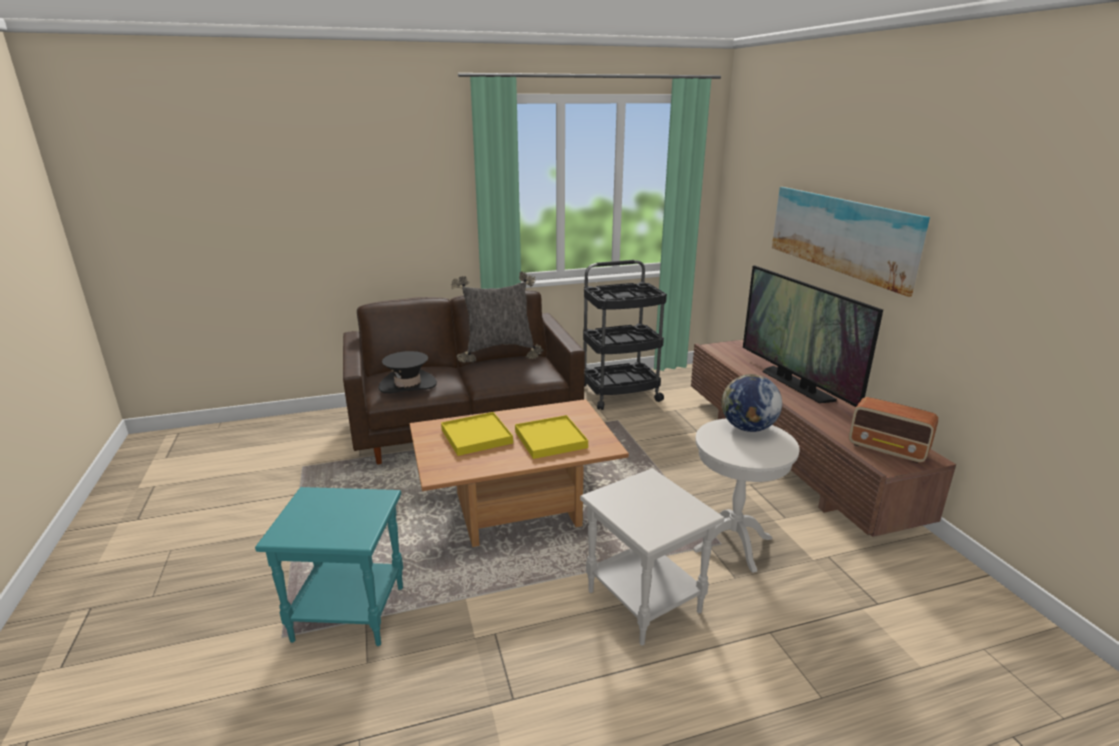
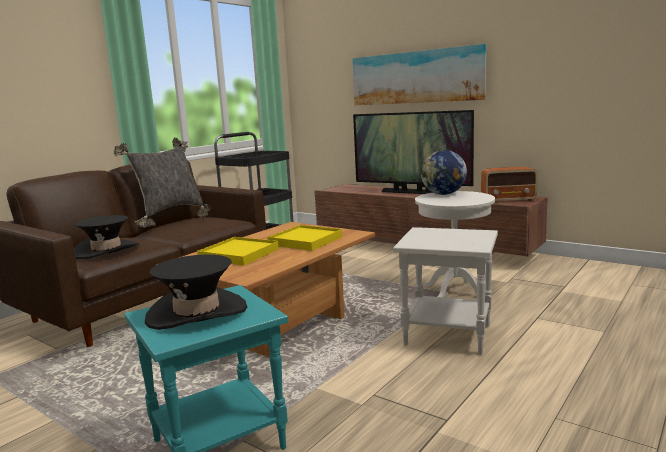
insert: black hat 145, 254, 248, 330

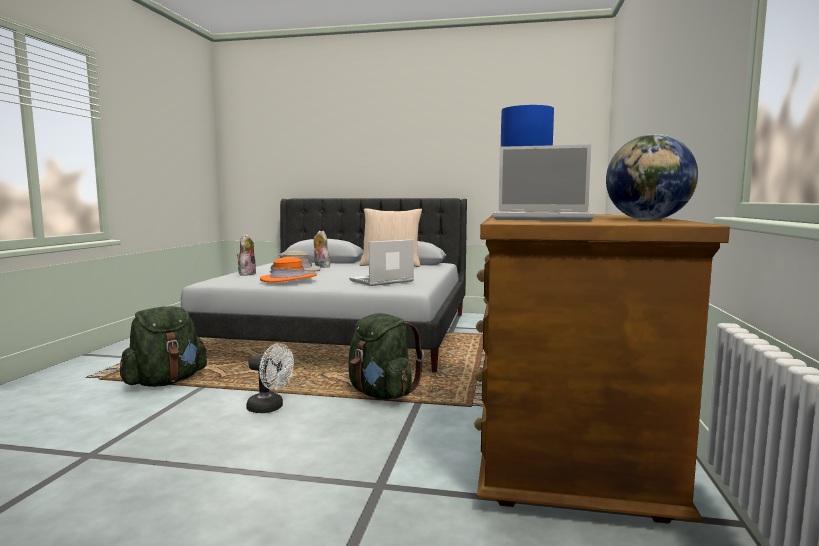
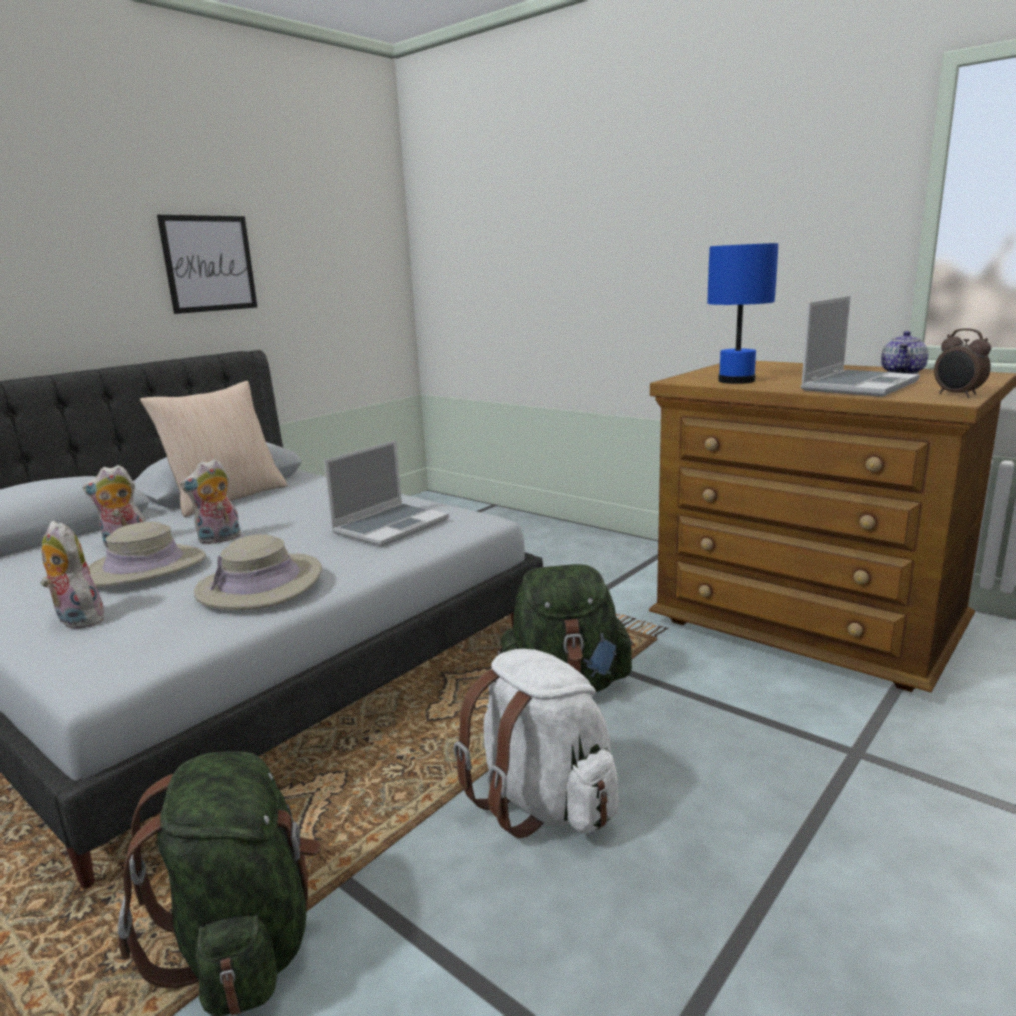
insert: picture 157, 215, 258, 314; plush toy 180, 459, 241, 545; alarm clock 934, 328, 991, 398
replace: white fan 246, 343, 294, 413 to white backpack 454, 649, 618, 838; globe 606, 134, 698, 220 to teapot 881, 331, 929, 374
recolor: orange hat 260, 257, 317, 283 to beige hat 194, 534, 322, 610
rotate: laptop 349, 239, 414, 286 = 324, 440, 449, 547 135 degrees counterclockwise

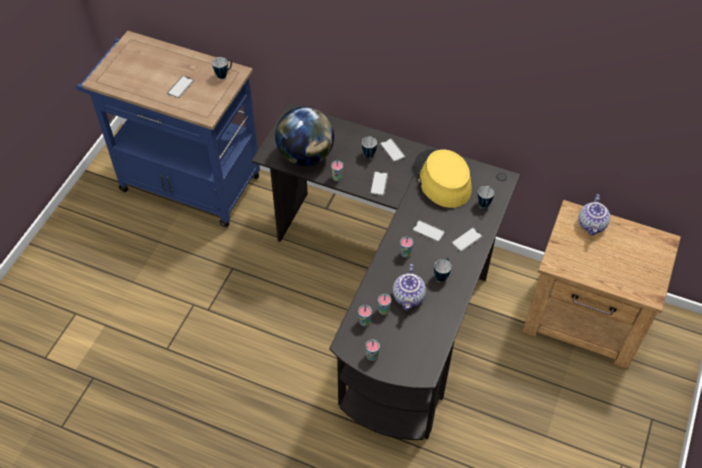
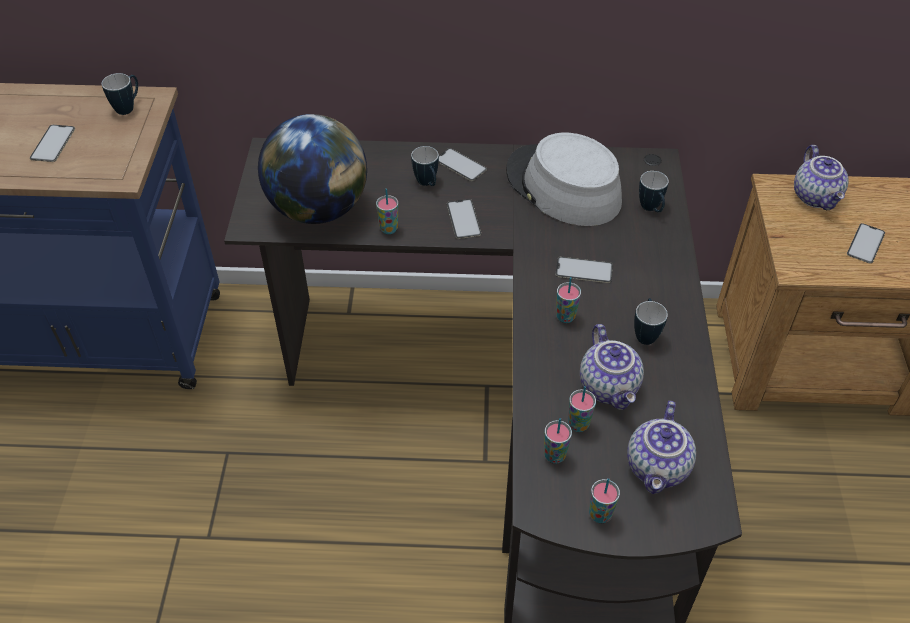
insert: teapot 627, 401, 696, 494
move: phone 451, 227, 483, 252 to 847, 223, 885, 264
recolor: yellow hat 413, 149, 472, 208 to grey hat 506, 132, 622, 226

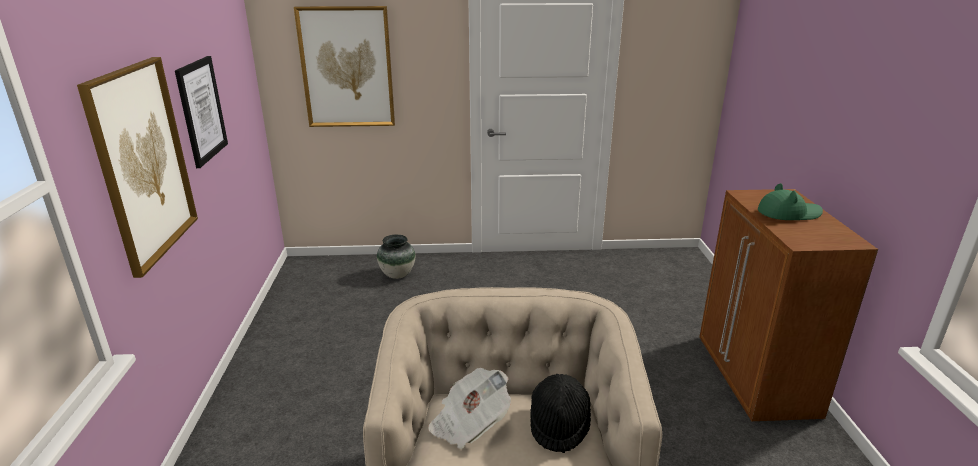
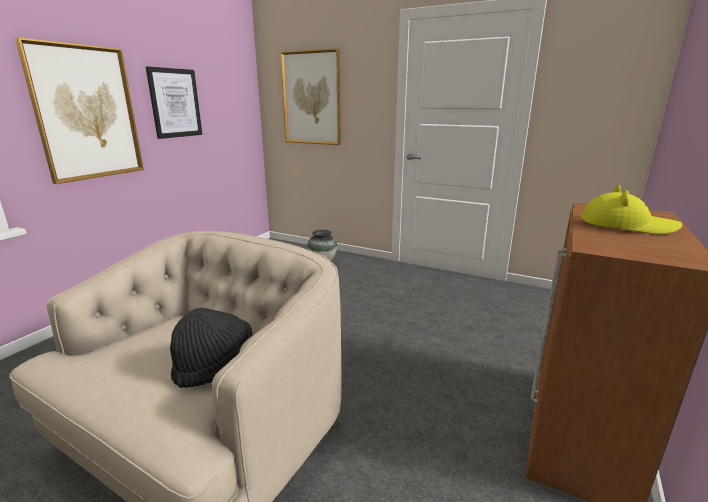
delete: newspaper 428, 368, 511, 449
recolor: green hat 758, 183, 823, 220 to yellow hat 581, 185, 682, 235

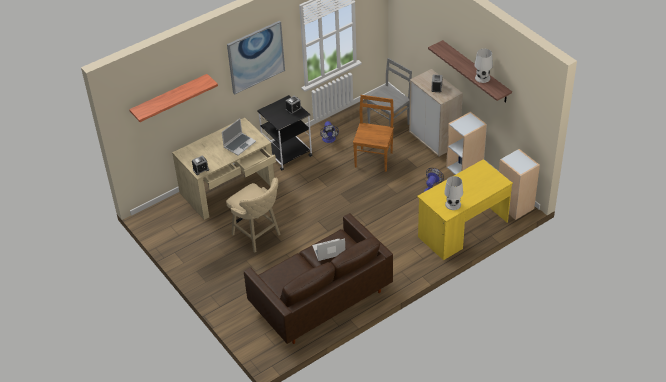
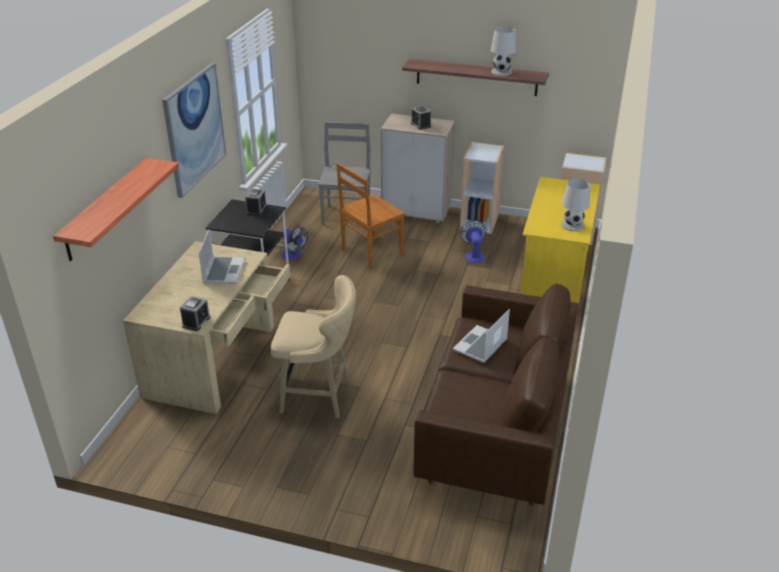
rotate: brown chair 353, 95, 394, 172 = 336, 163, 405, 269 105 degrees counterclockwise

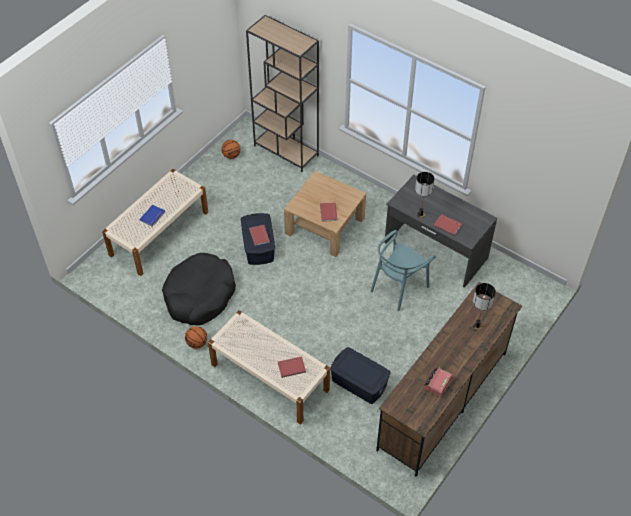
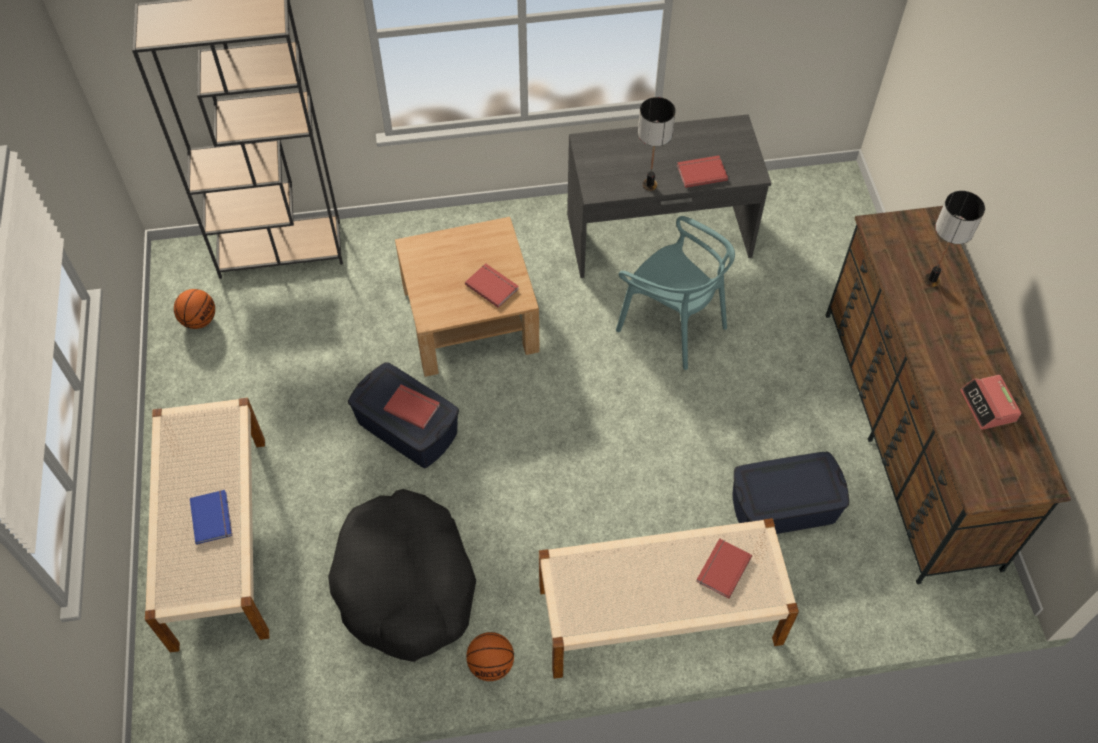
rotate: turquoise chair 371, 230, 436, 311 = 616, 216, 735, 370 45 degrees counterclockwise

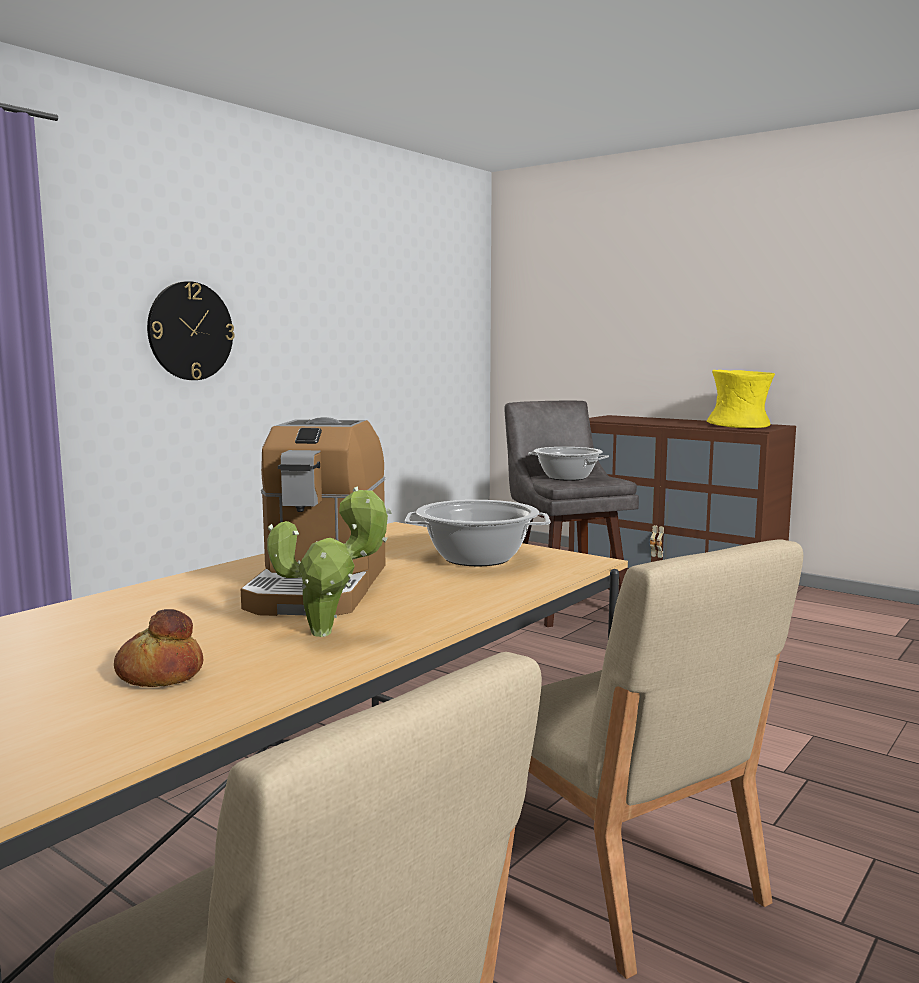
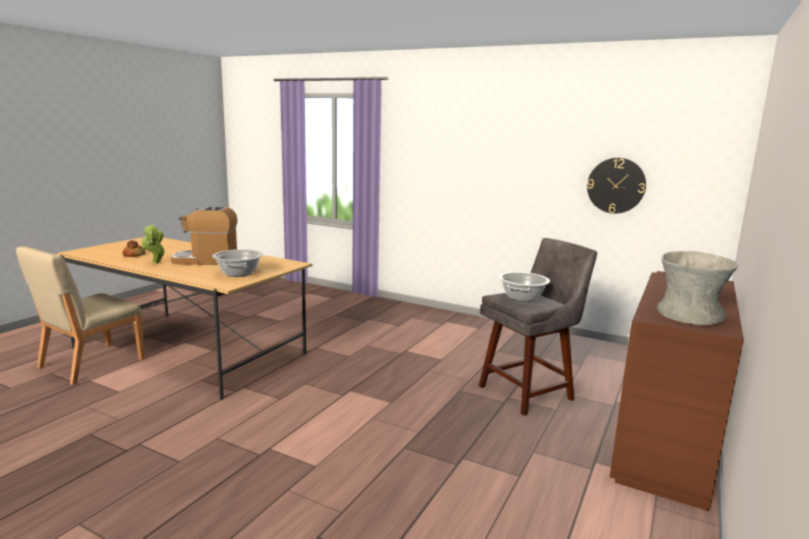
delete: beige chair 528, 539, 803, 979
move: wall clock 147, 281, 235, 380 to 587, 158, 646, 214
recolor: yellow vase 707, 370, 775, 428 to grey vase 657, 251, 738, 325

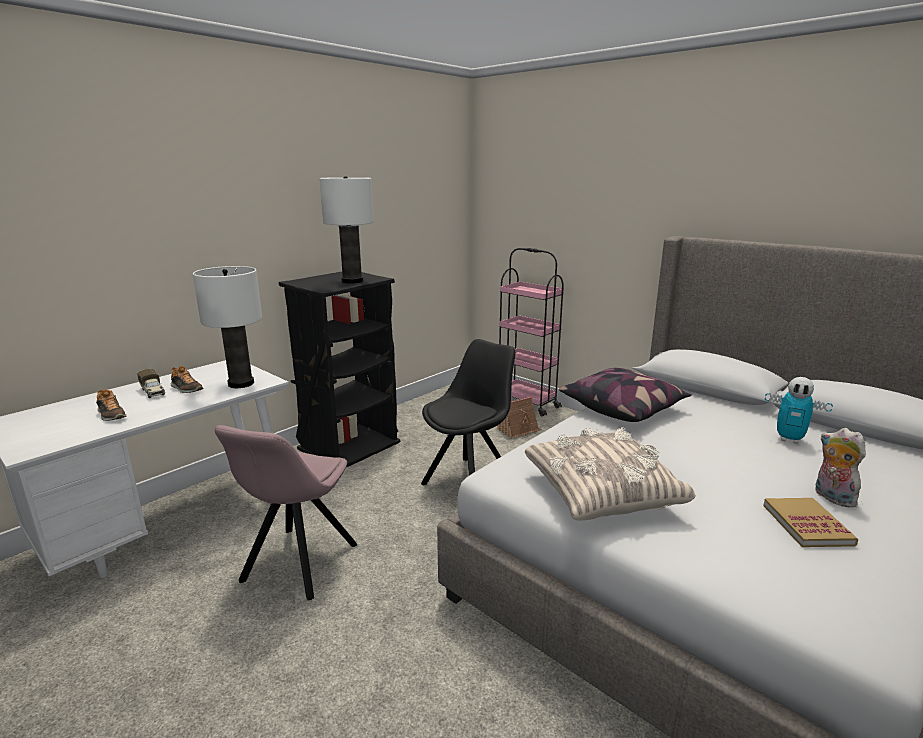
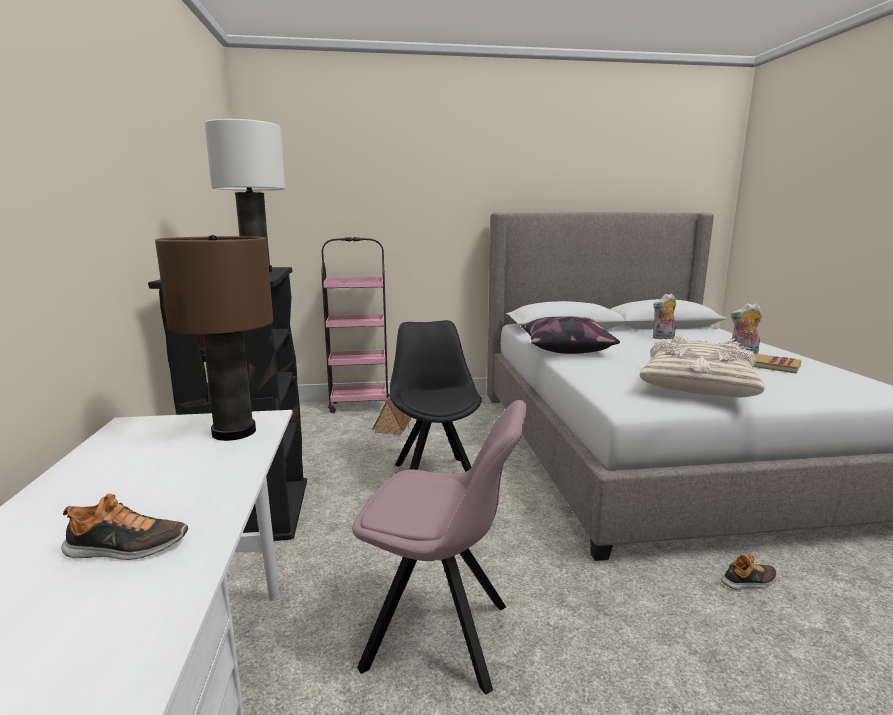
delete: toy truck 137, 369, 166, 398
move: shoe 171, 366, 203, 393 to 721, 554, 776, 590
replace: toy robot 765, 377, 833, 444 to plush toy 653, 293, 676, 339
recolor: white table lamp 193, 266, 262, 388 to brown table lamp 155, 235, 273, 441
rotate: pink chair 215, 425, 357, 600 = 352, 400, 527, 694 45 degrees counterclockwise

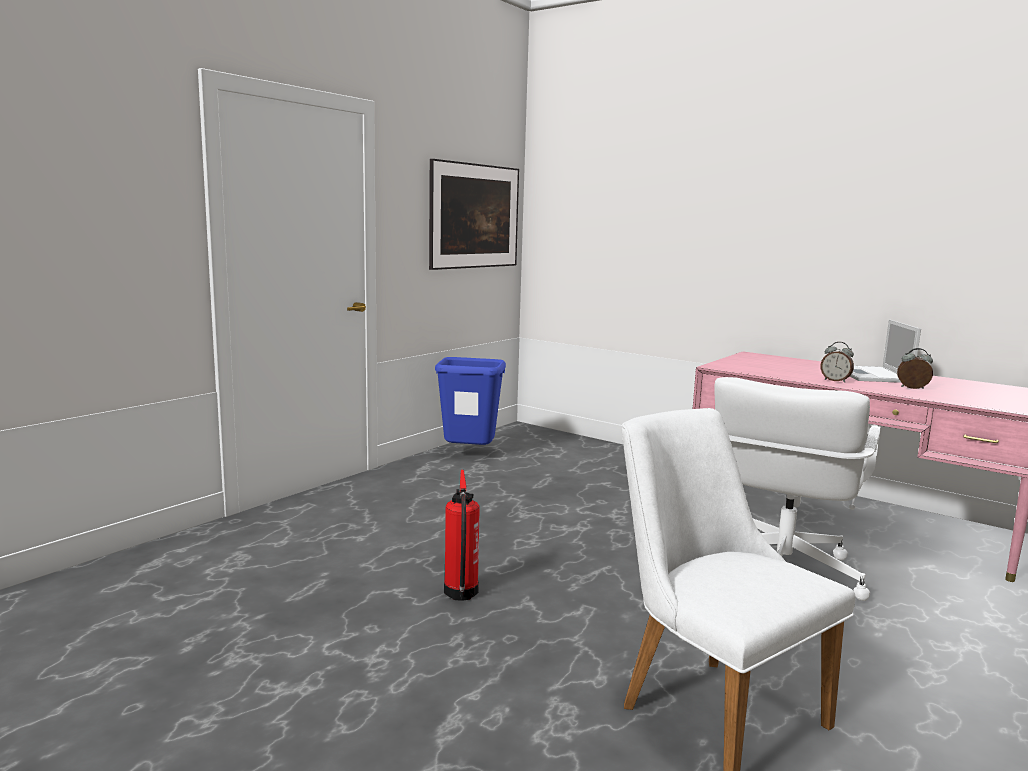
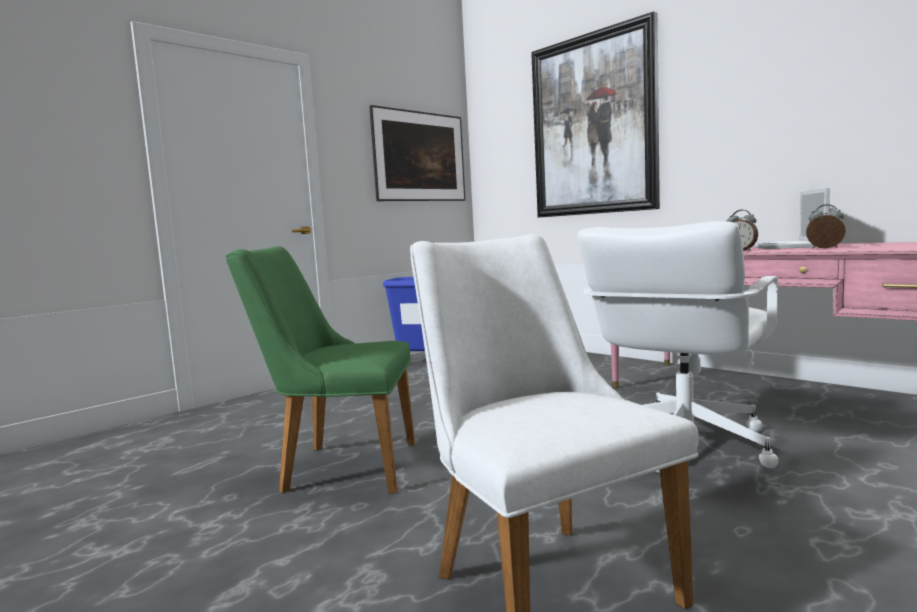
insert: picture 531, 12, 660, 217
replace: fire extinguisher 444, 470, 480, 601 to green chair 226, 246, 415, 493

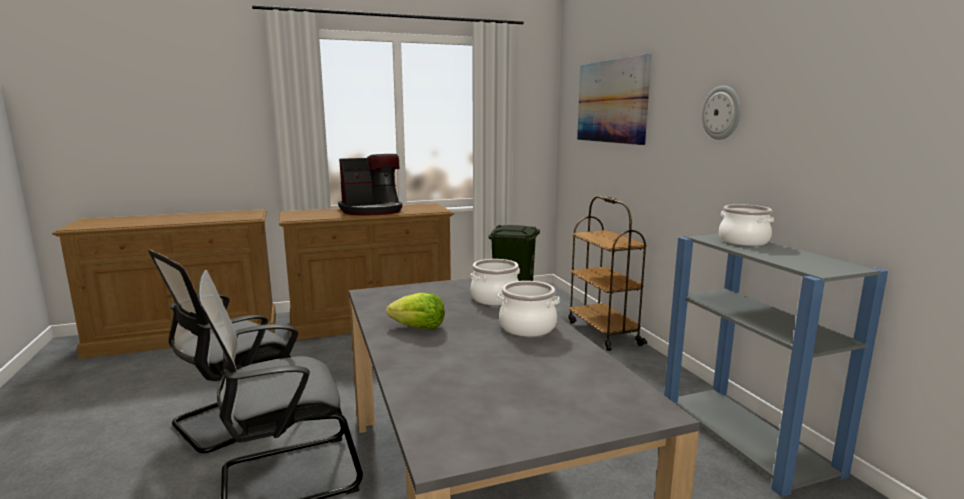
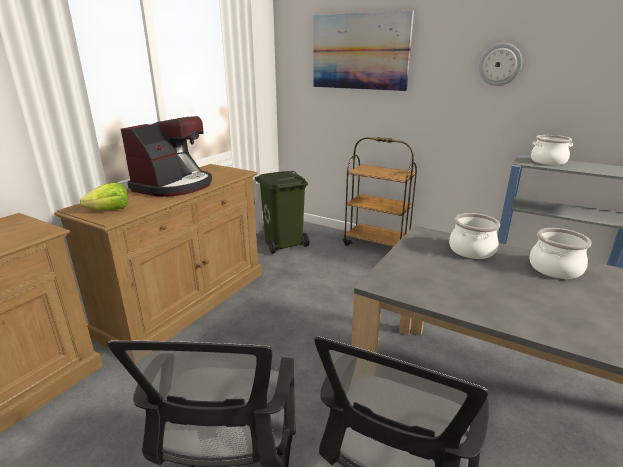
move: lettuce 386, 292, 445, 329 to 80, 183, 128, 210

